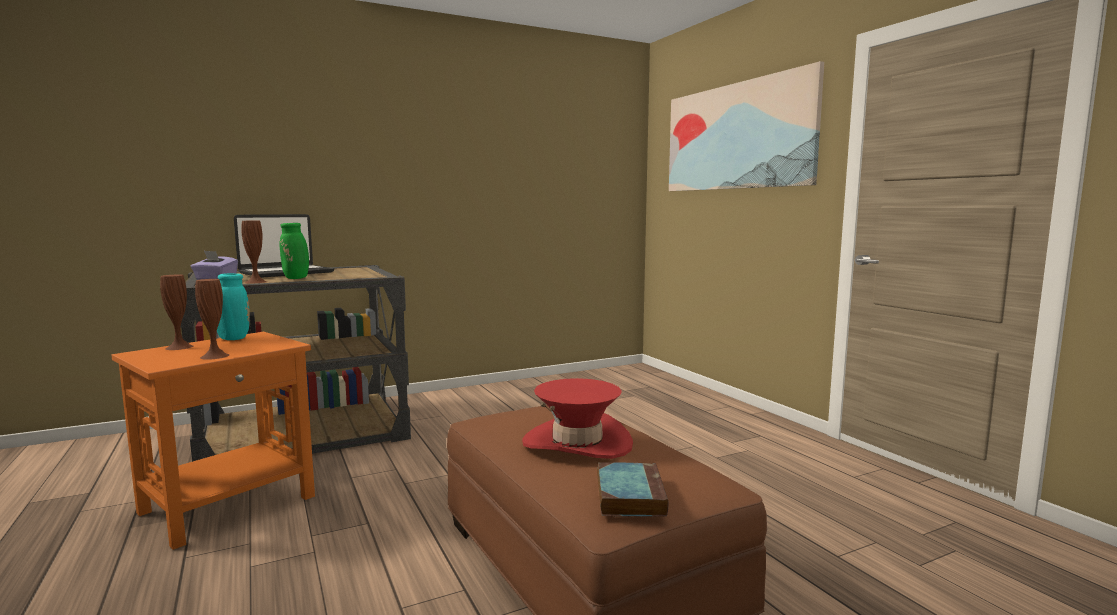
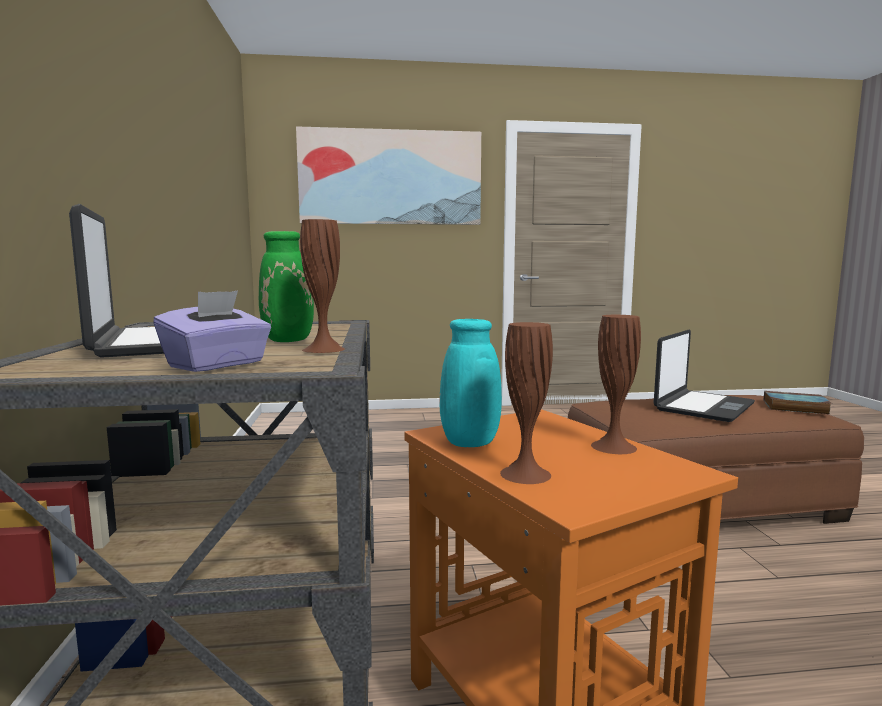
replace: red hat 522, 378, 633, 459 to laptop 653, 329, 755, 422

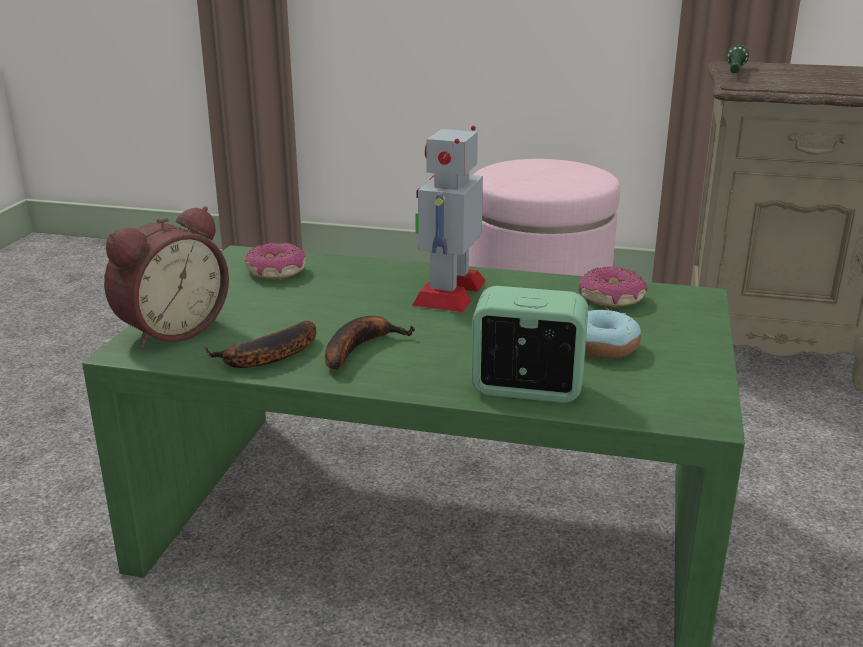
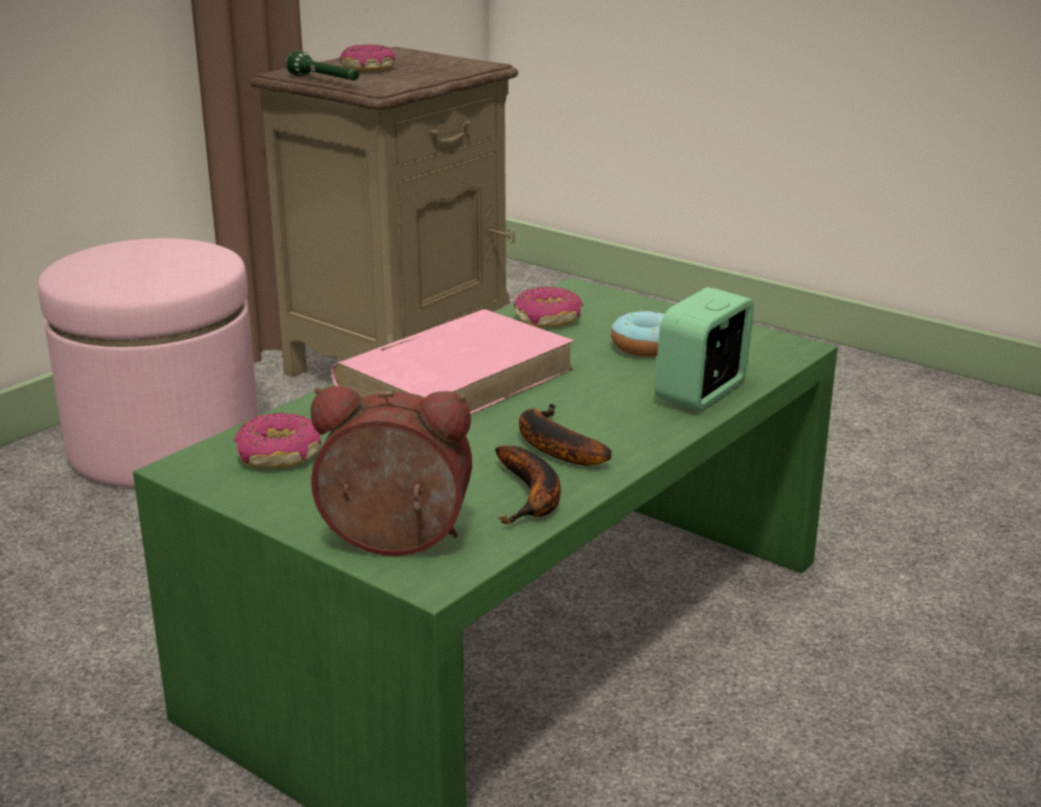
insert: donut 340, 44, 395, 71
replace: toy robot 412, 126, 486, 312 to pink book 331, 310, 575, 415
rotate: alarm clock 104, 206, 229, 349 = 311, 386, 472, 556 60 degrees counterclockwise

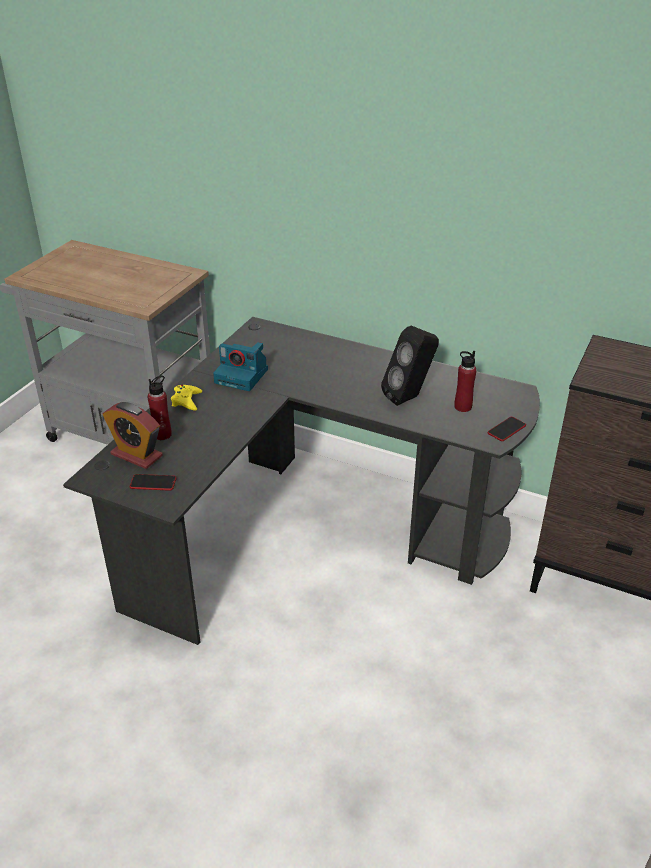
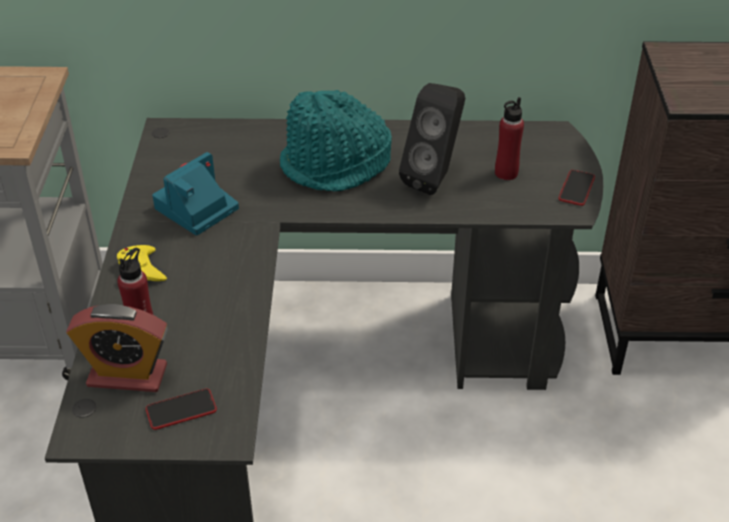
insert: turquoise hat 280, 90, 392, 191
rotate: photo camera 213, 342, 268, 391 = 152, 152, 239, 236 135 degrees clockwise

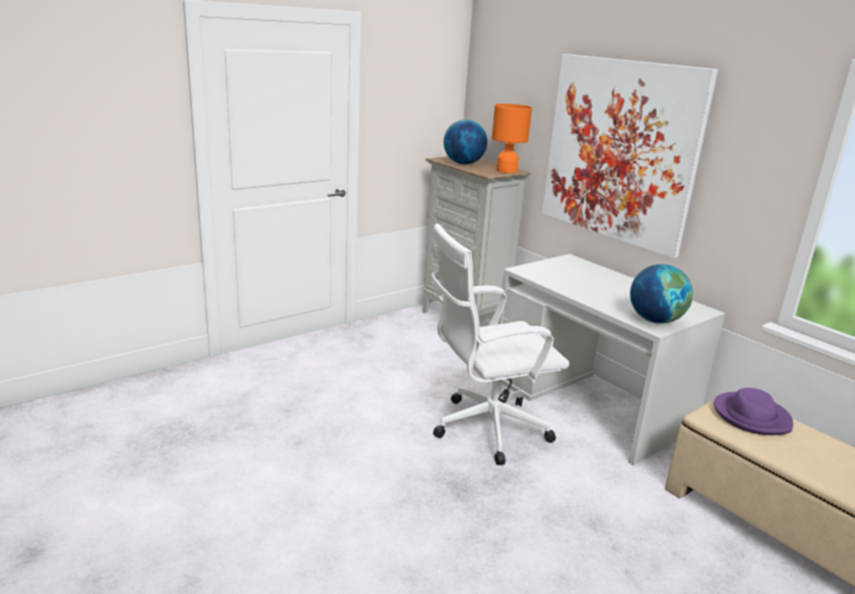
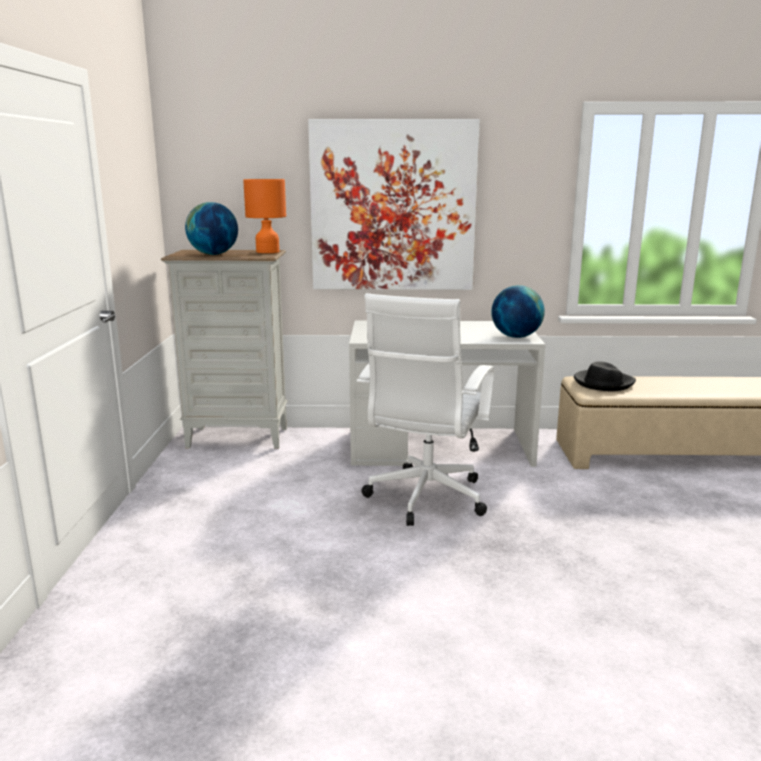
recolor: purple hat 714, 388, 793, 435 to black hat 574, 362, 636, 391

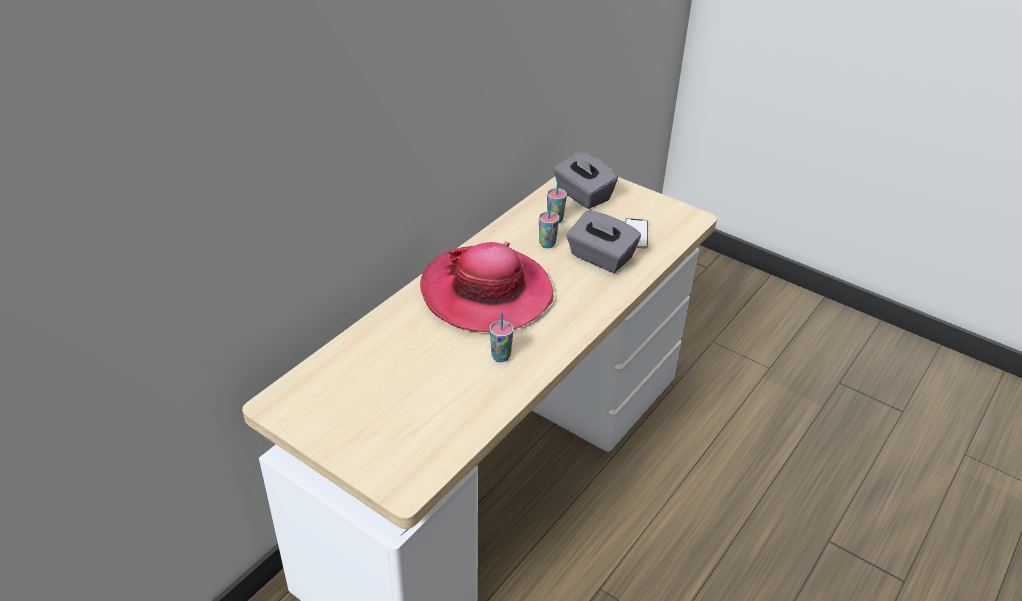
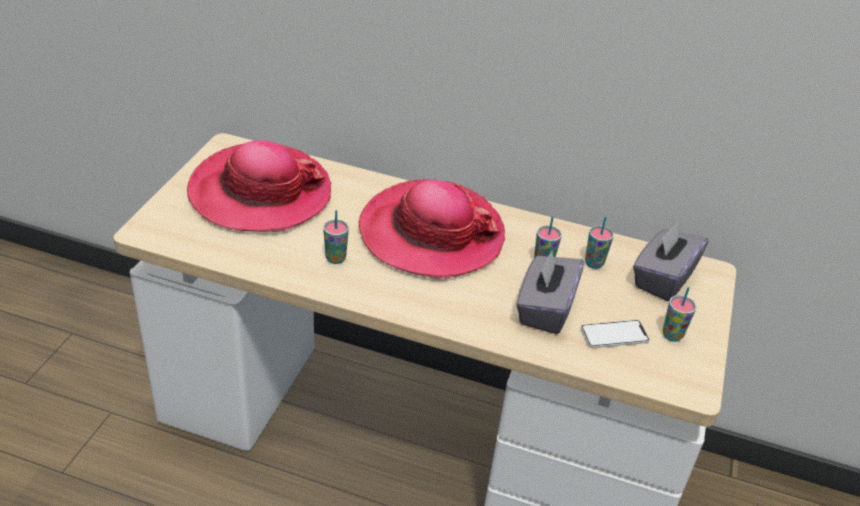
insert: hat 187, 140, 331, 232; cup 662, 287, 696, 342

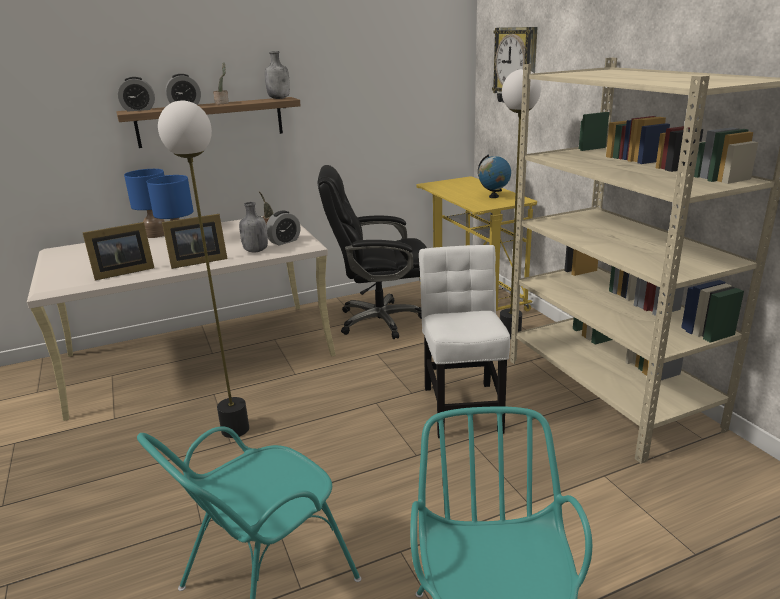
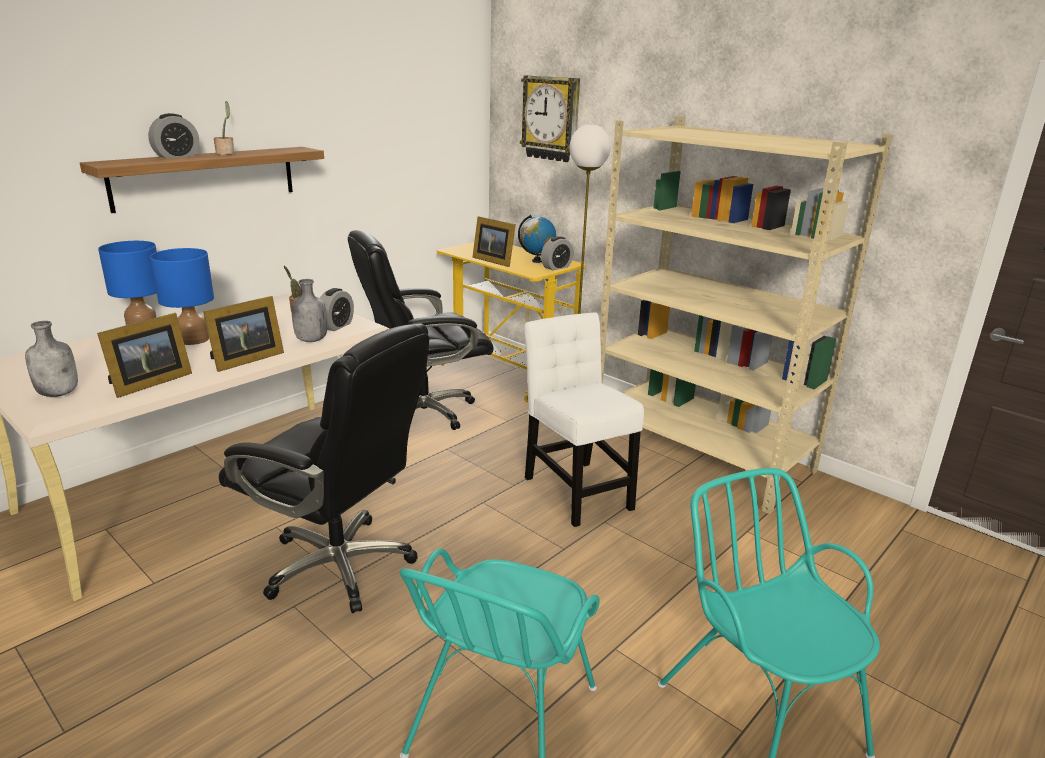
insert: picture frame 473, 216, 516, 267
move: alarm clock 118, 77, 155, 112 to 541, 236, 573, 270; grey bottle 265, 51, 290, 99 to 25, 321, 78, 397
replace: floor lamp 158, 100, 249, 438 to black office chair 219, 323, 429, 613

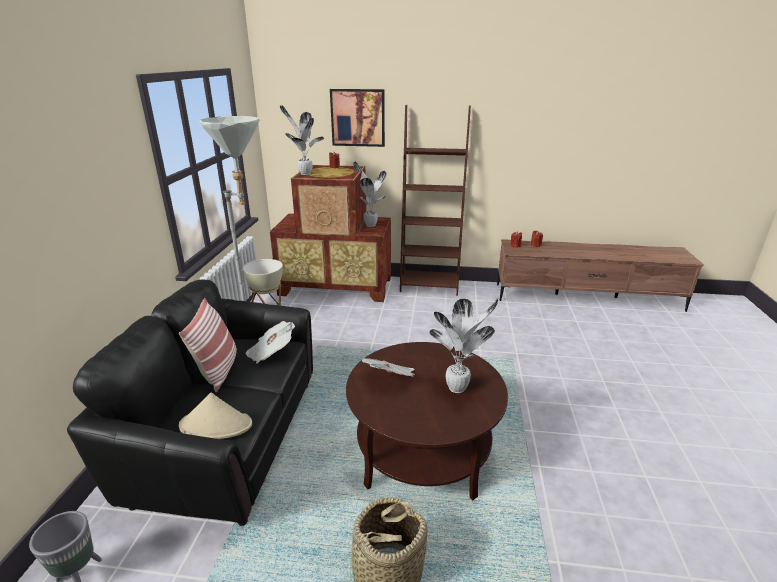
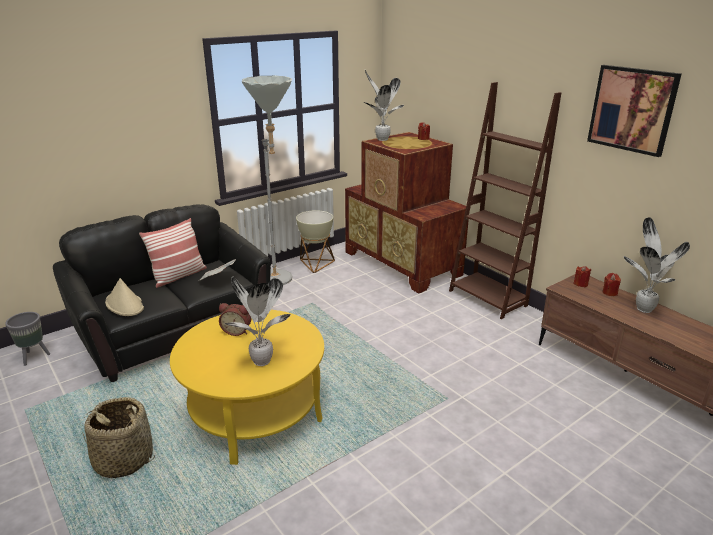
move: picture 330, 89, 385, 147 to 587, 65, 681, 157; potted plant 353, 161, 387, 227 to 624, 217, 690, 313
replace: newspaper 362, 358, 415, 377 to alarm clock 219, 303, 251, 336
recolor: brown coffee table 346, 342, 508, 500 to yellow coffee table 170, 310, 324, 465

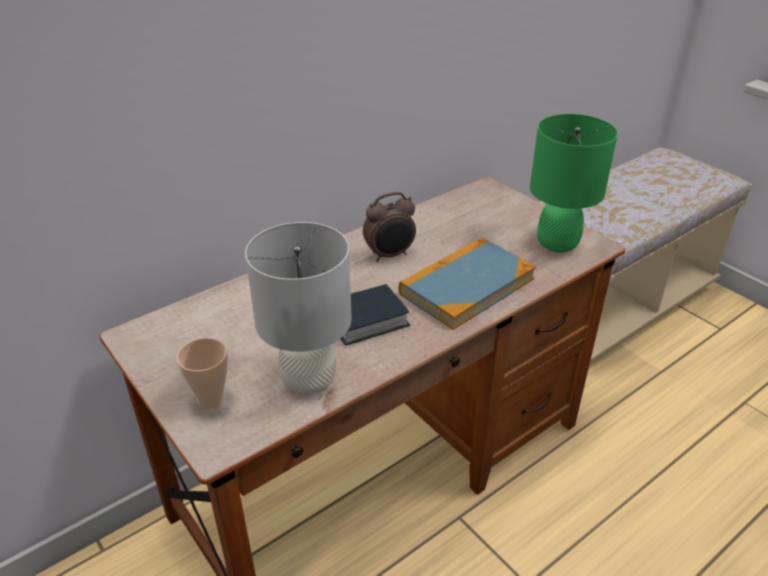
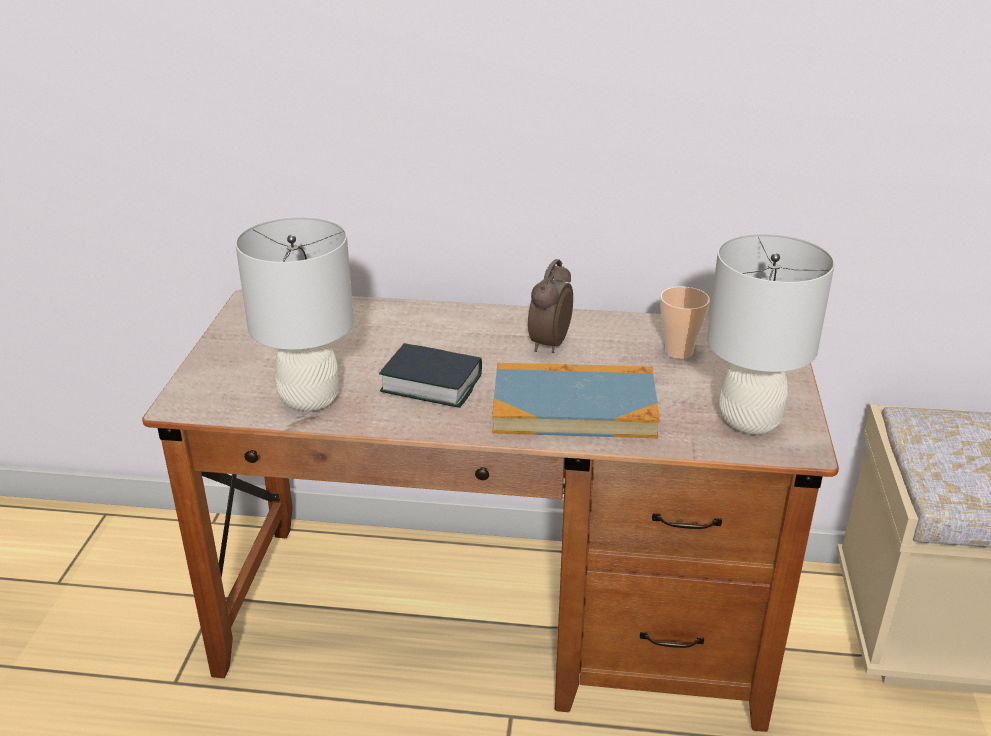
move: cup 176, 338, 228, 409 to 660, 286, 710, 359
recolor: green table lamp 530, 114, 618, 253 to grey table lamp 707, 233, 835, 434
rotate: alarm clock 363, 192, 416, 262 = 528, 259, 573, 353 90 degrees clockwise

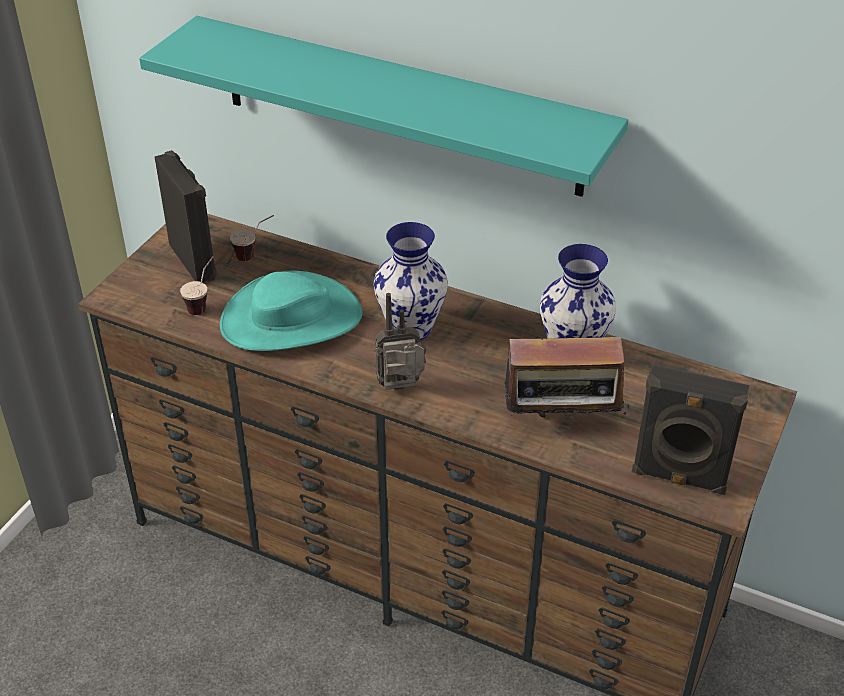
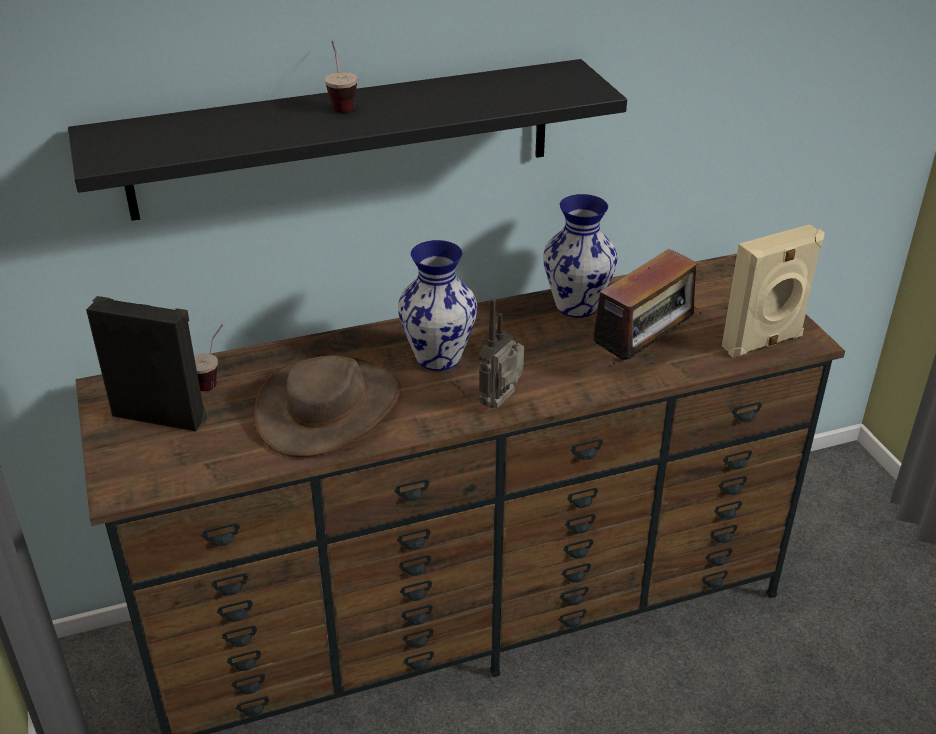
move: cup 180, 256, 214, 315 to 325, 41, 358, 113
recolor: turquoise shelf 139, 16, 628, 197 to black shelf 68, 59, 627, 221; turquoise hat 220, 271, 363, 351 to brown hat 254, 356, 401, 457; black speaker 632, 364, 750, 495 to beige speaker 722, 224, 825, 358

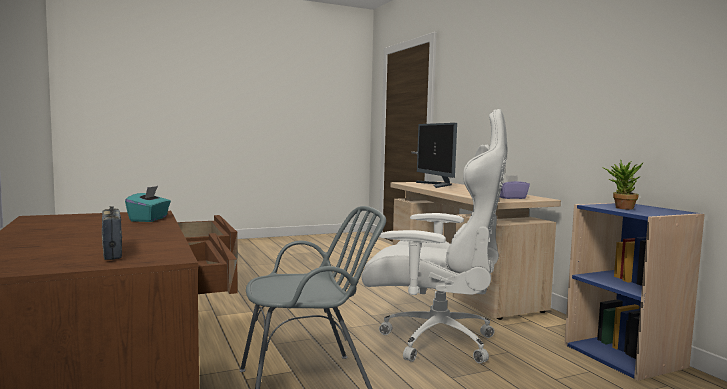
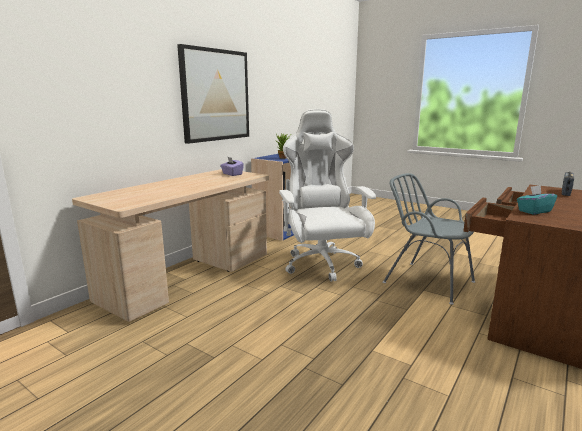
delete: monitor 416, 123, 457, 188
insert: picture 177, 44, 249, 144

